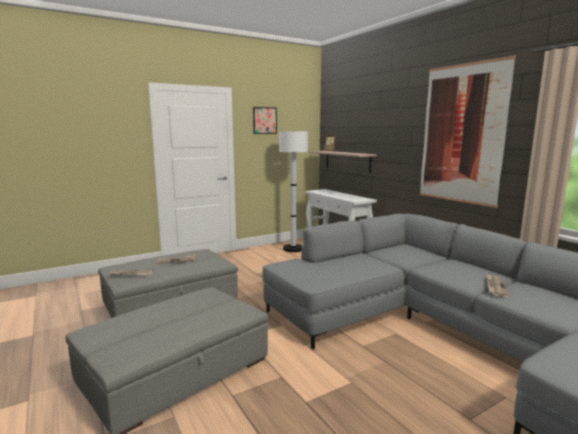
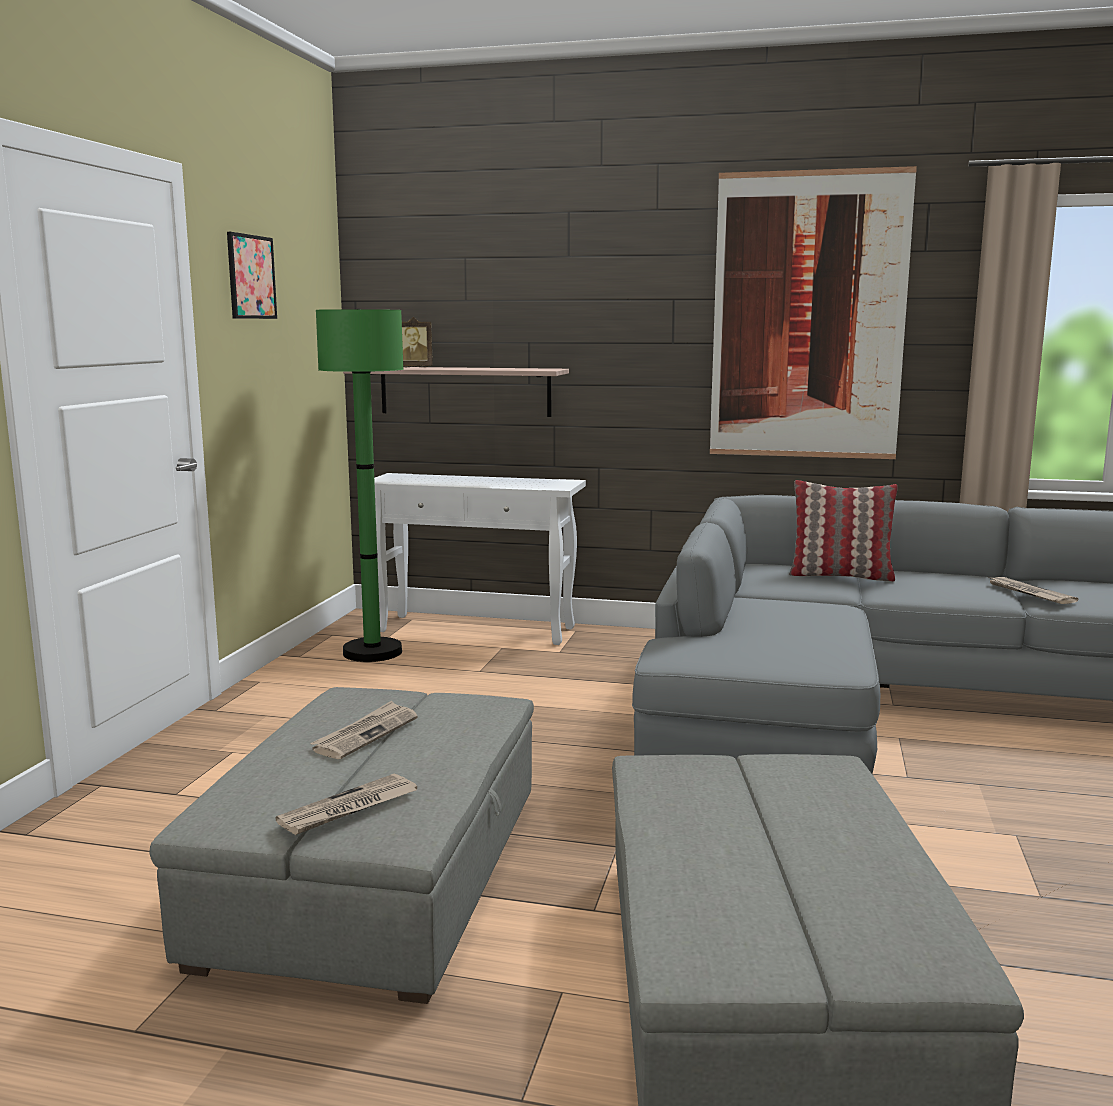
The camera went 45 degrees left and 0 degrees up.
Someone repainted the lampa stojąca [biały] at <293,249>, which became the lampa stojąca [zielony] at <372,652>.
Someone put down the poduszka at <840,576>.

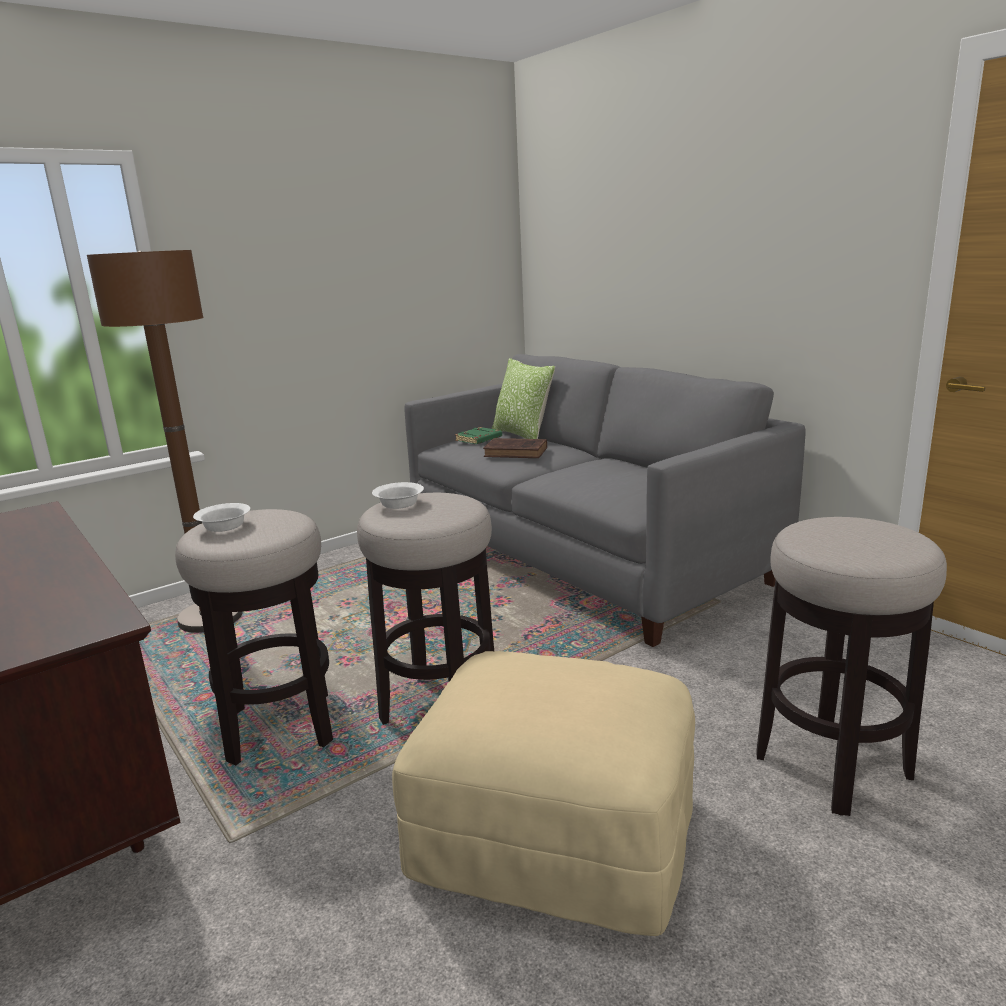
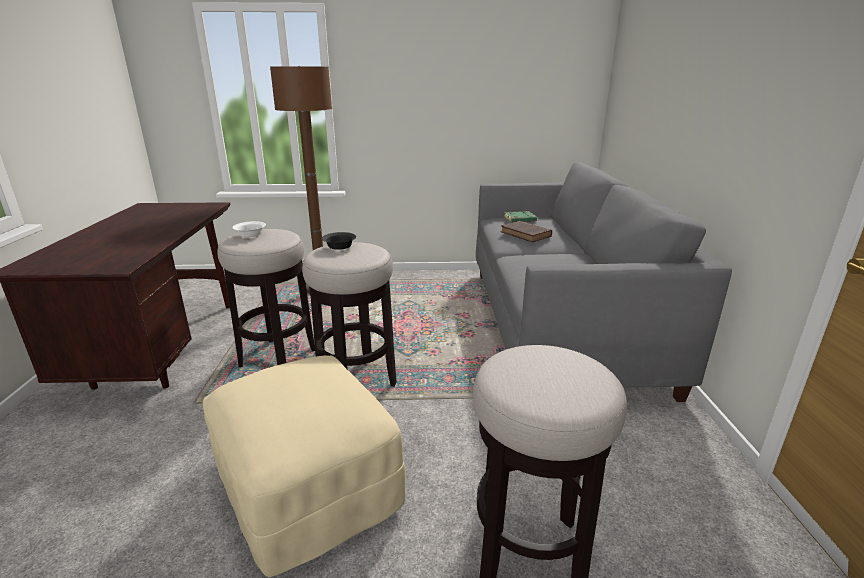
The camera went 35 degrees right and 5 degrees up.
Someone took away the poduszka at <522,435>.
Someone repainted the miska [biały] at <398,504>, which became the miska [czarny] at <339,246>.

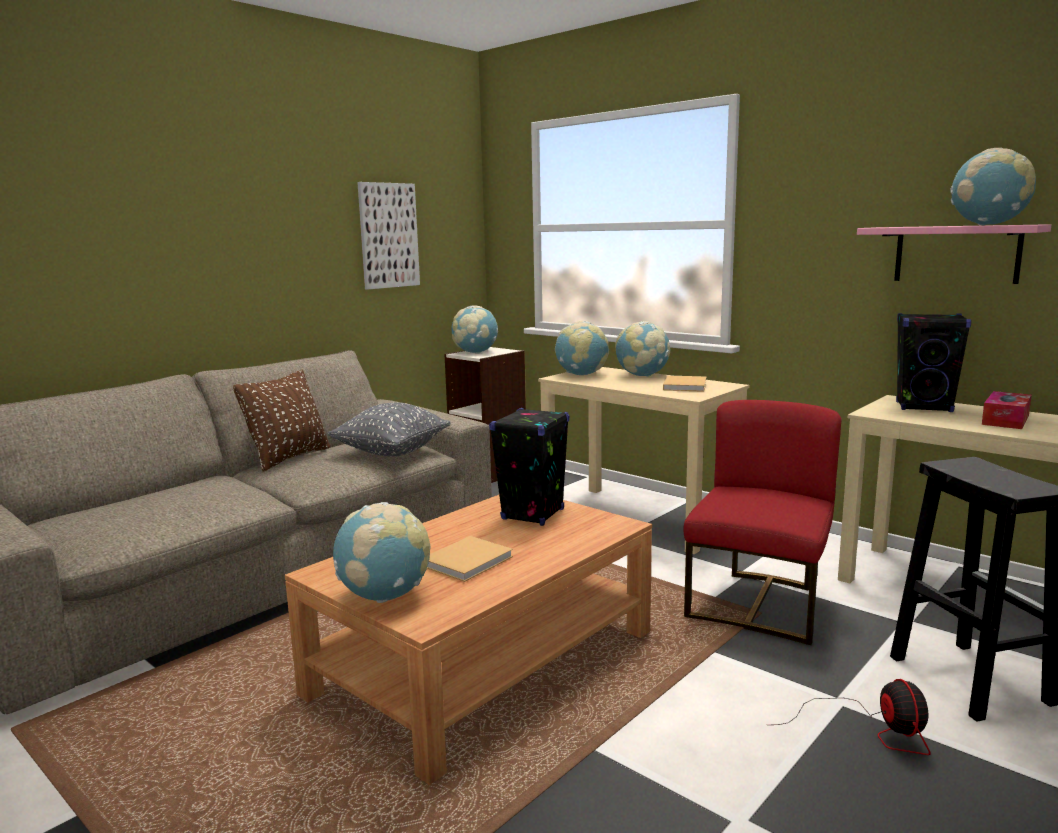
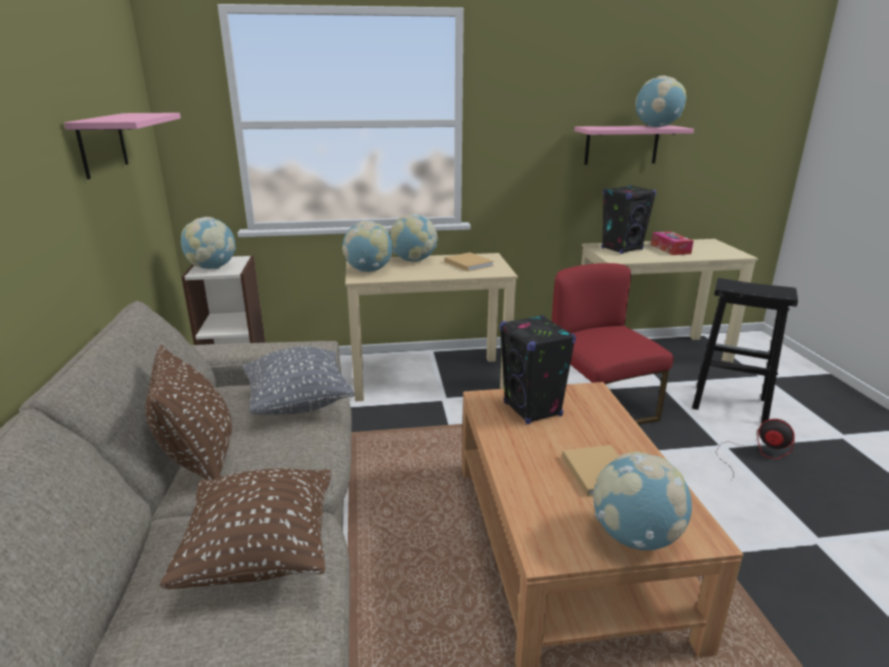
The camera went 50 degrees left and 10 degrees up.
Someone swapped the obraz at <388,235> for the półka [różowy] at <102,144>.
Someone put down the poduszka [brązowy] at <261,554>.

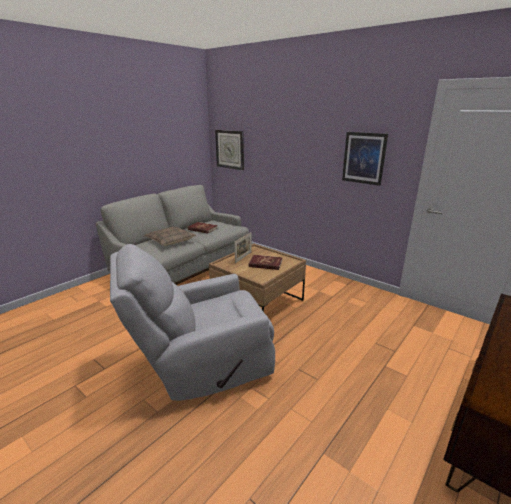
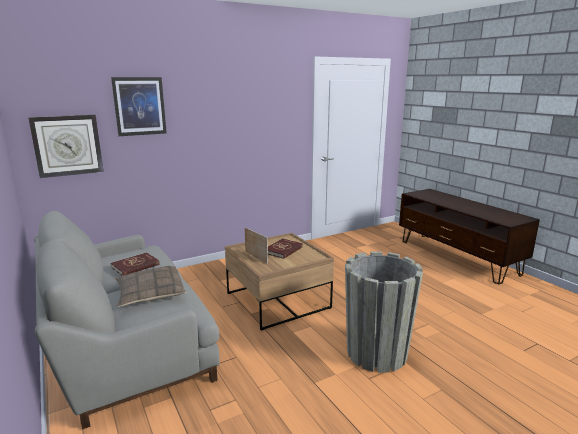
The camera went 70 degrees left and 5 degrees down.
Someone carried the obraz from <364,158> to <139,106>.
Someone swapped the fotel [szary] at <201,365> for the donica [szary] at <376,353>.

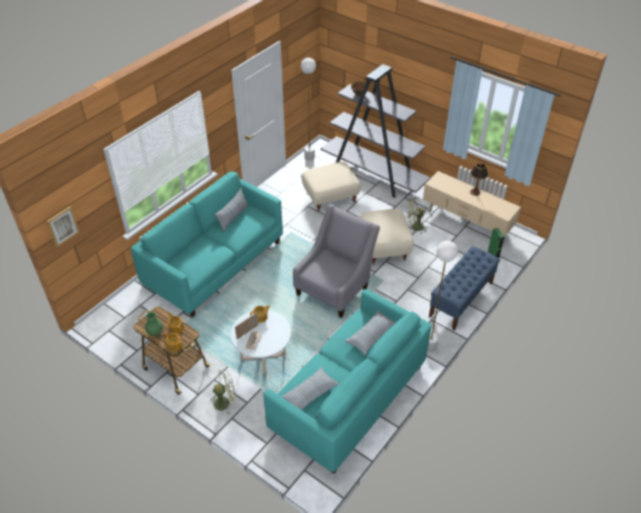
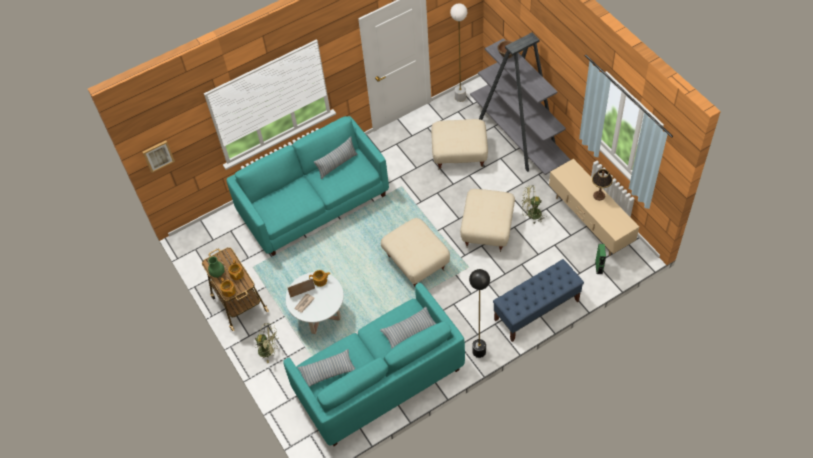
The camera went 25 degrees right and 10 degrees up.
Someone swapped the fotel [szary] at <335,288> for the pufa [beżowy] at <417,262>.
Someone repainted the lampa stojąca [biały] at <429,346>, which became the lampa stojąca [czarny] at <479,351>.

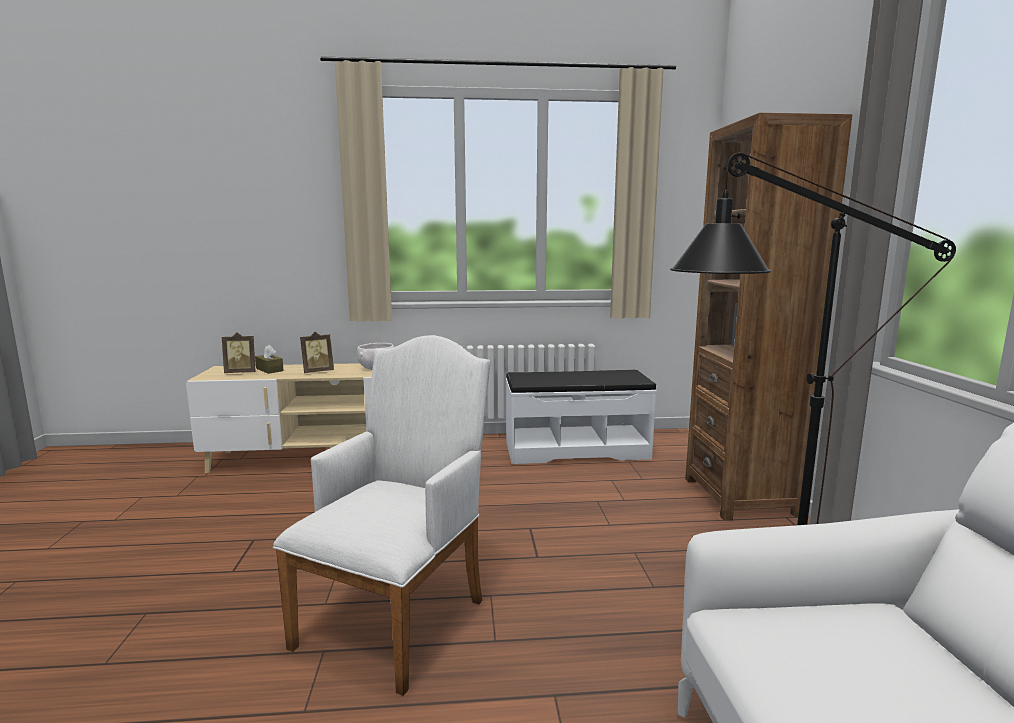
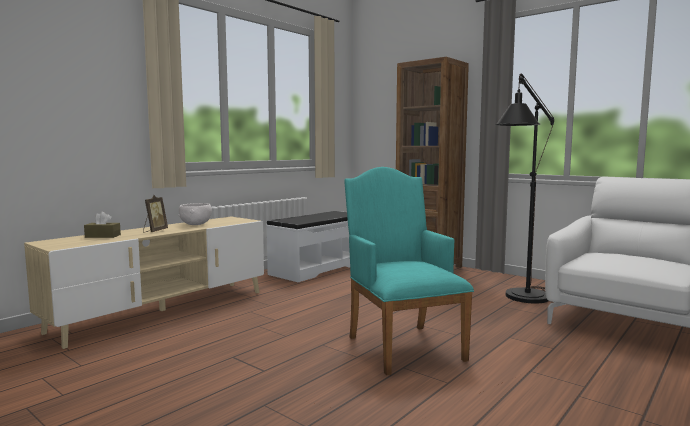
The camera went 45 degrees left and 5 degrees down.
Someone took away the ramka na zdjęcie at <241,372>.
Someone repainted the fotel [biały] at <399,616>, which became the fotel [turkusowy] at <402,345>.

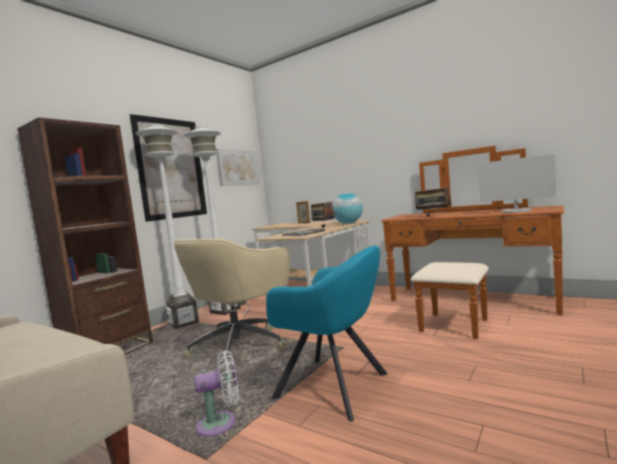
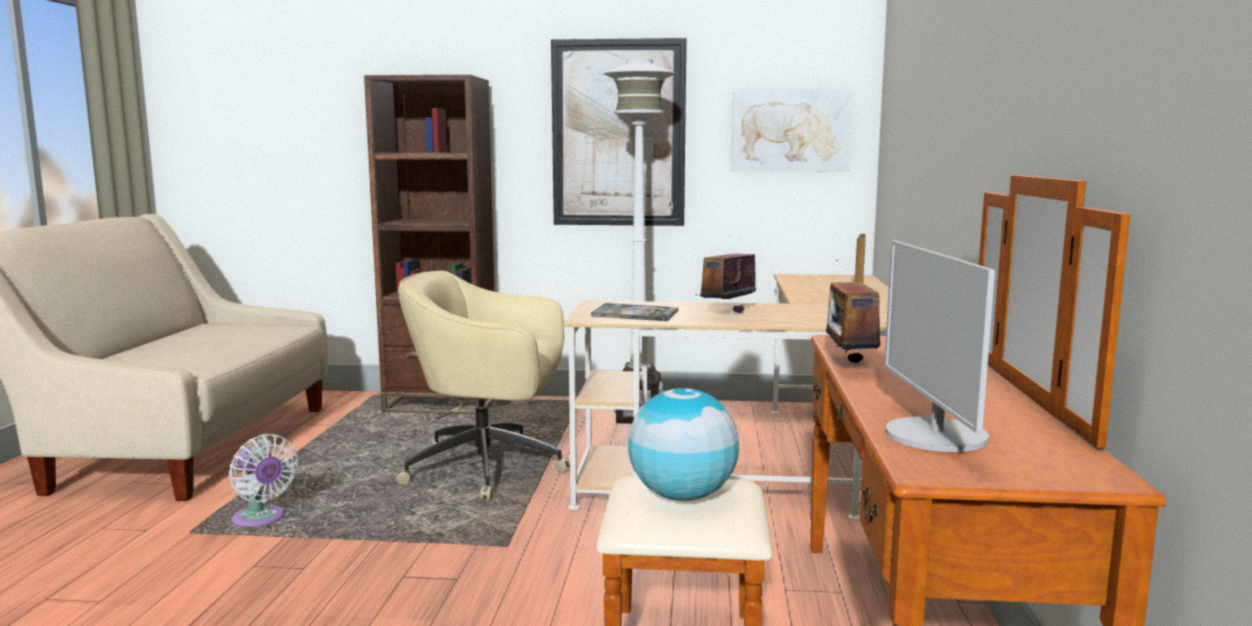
The camera went 60 degrees right and 5 degrees up.
Someone took away the lampa stojąca [biały] at <184,323>.
Someone carried the globus from <348,223> to <683,496>.
Someone took away the fotel [turkusowy] at <336,387>.

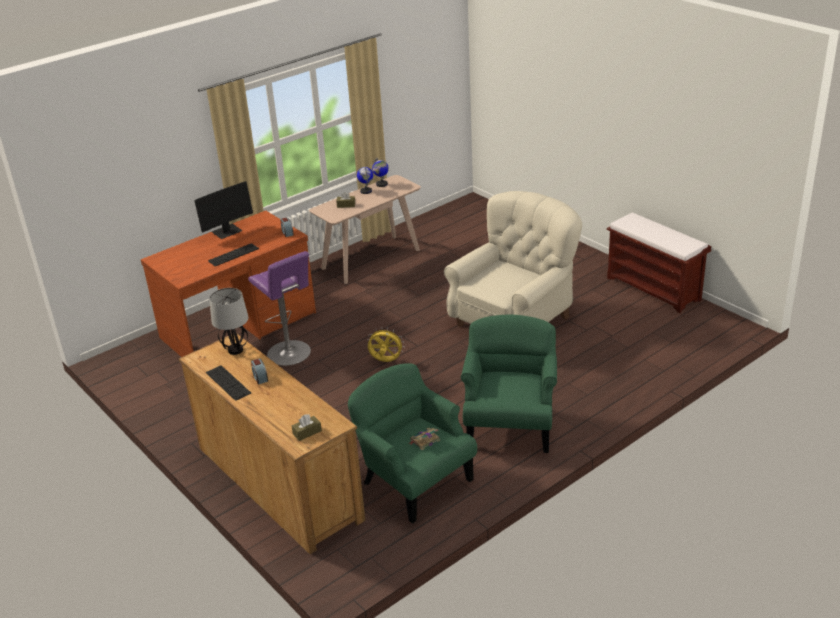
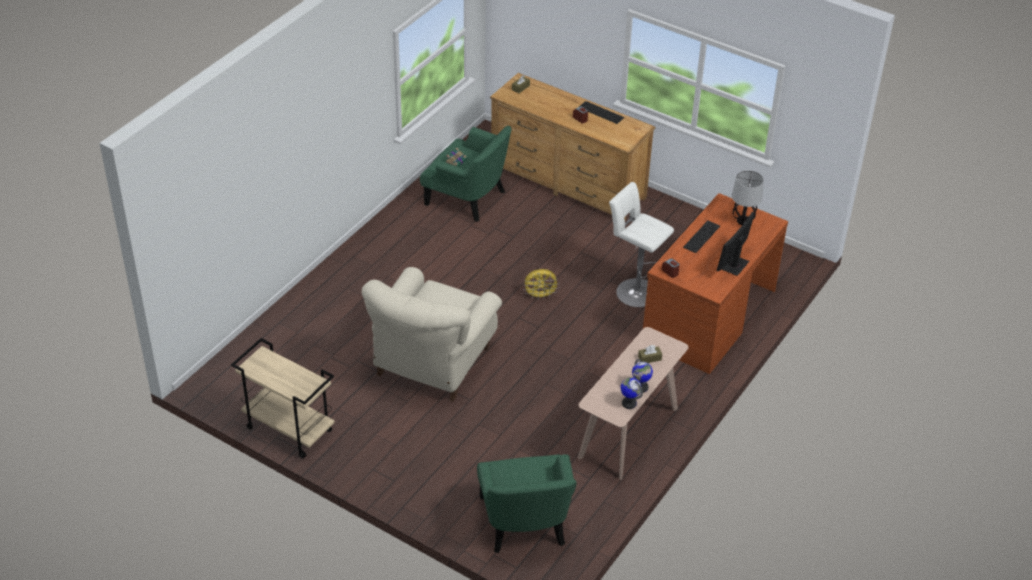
The camera went 160 degrees right and 10 degrees up.
Someone swapped the ławka [brązowy] at <654,289> for the wózek [beżowy] at <288,429>.
Someone repainted the stołek [fioletowy] at <290,354>, which became the stołek [biały] at <634,291>.
Someone carried the lampa stołowa from <236,350> to <742,221>.
Someone carried the fotel [zielony] from <510,425> to <524,522>.

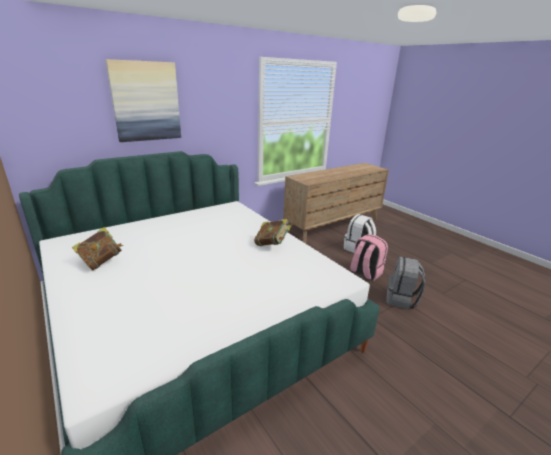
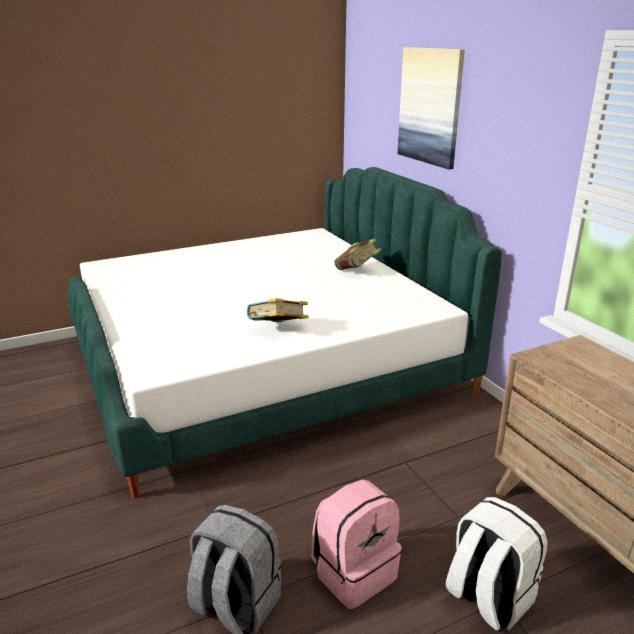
The camera went 100 degrees right and 0 degrees up.
Someone carried the książka from <101,262> to <356,271>.

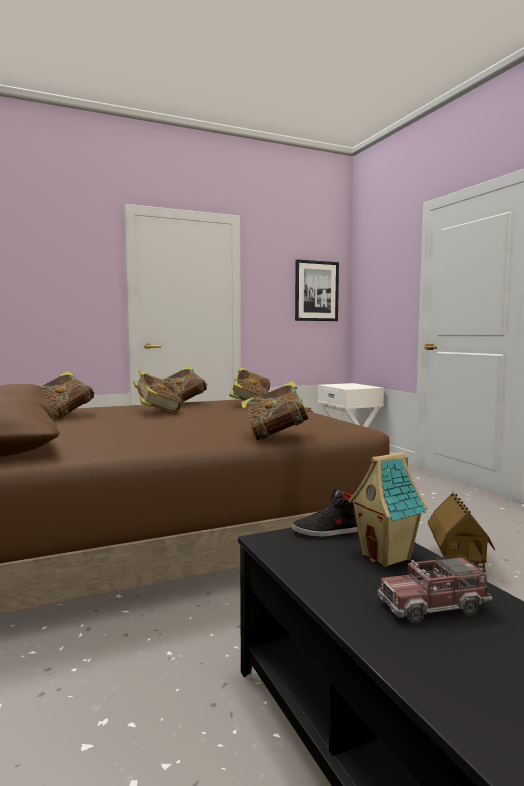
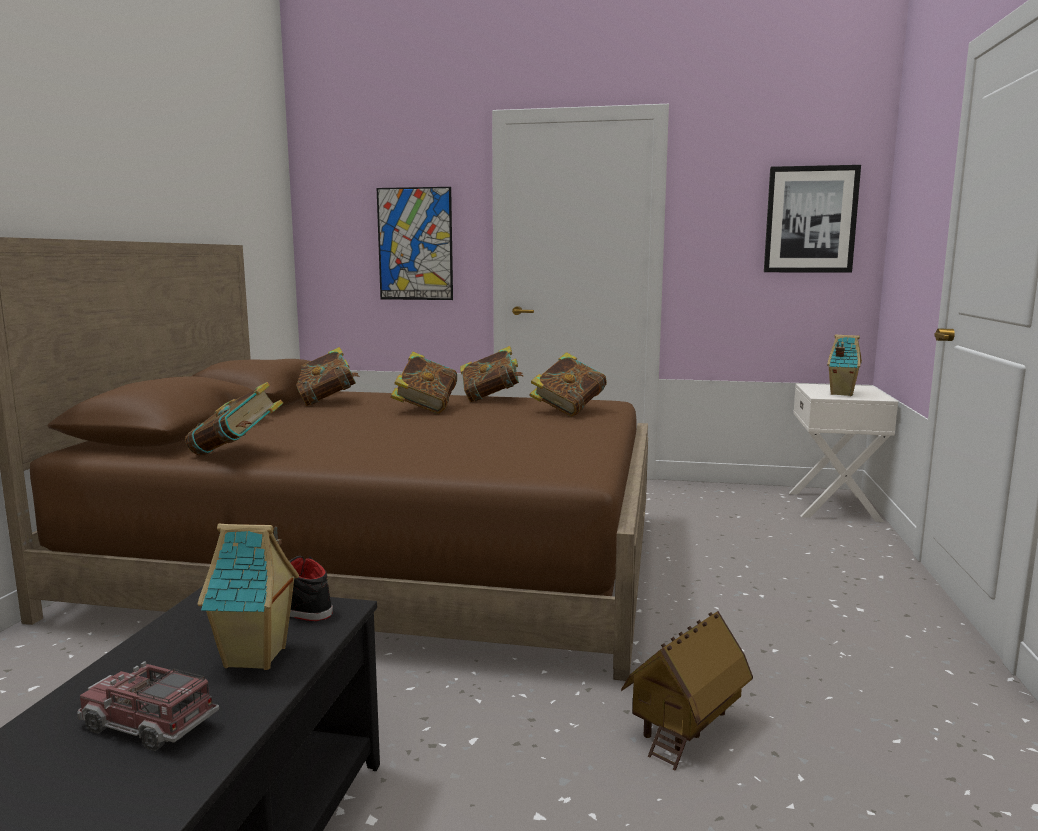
The camera went 35 degrees right and 5 degrees up.
Someone carried the książka from <276,436> to <236,453>.
Someone put up the obraz at <415,244>.
Someone put down the domek at <841,393>.

